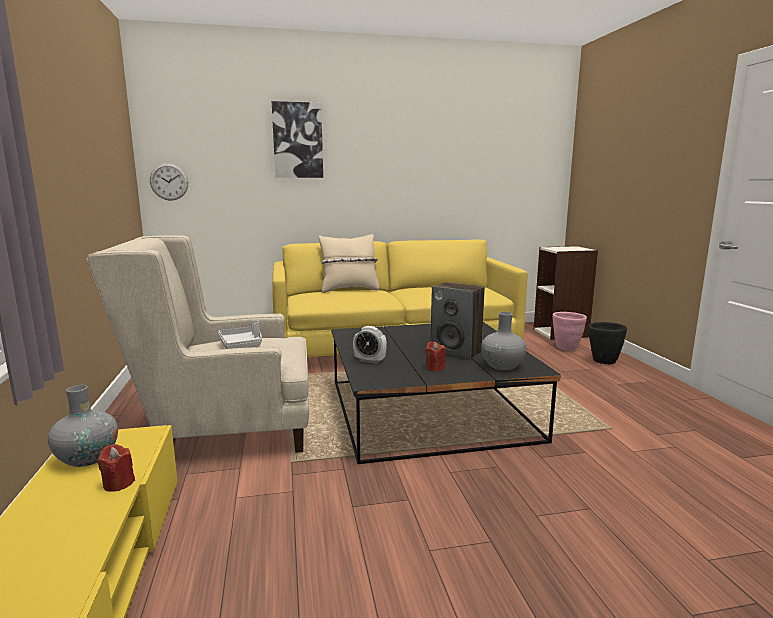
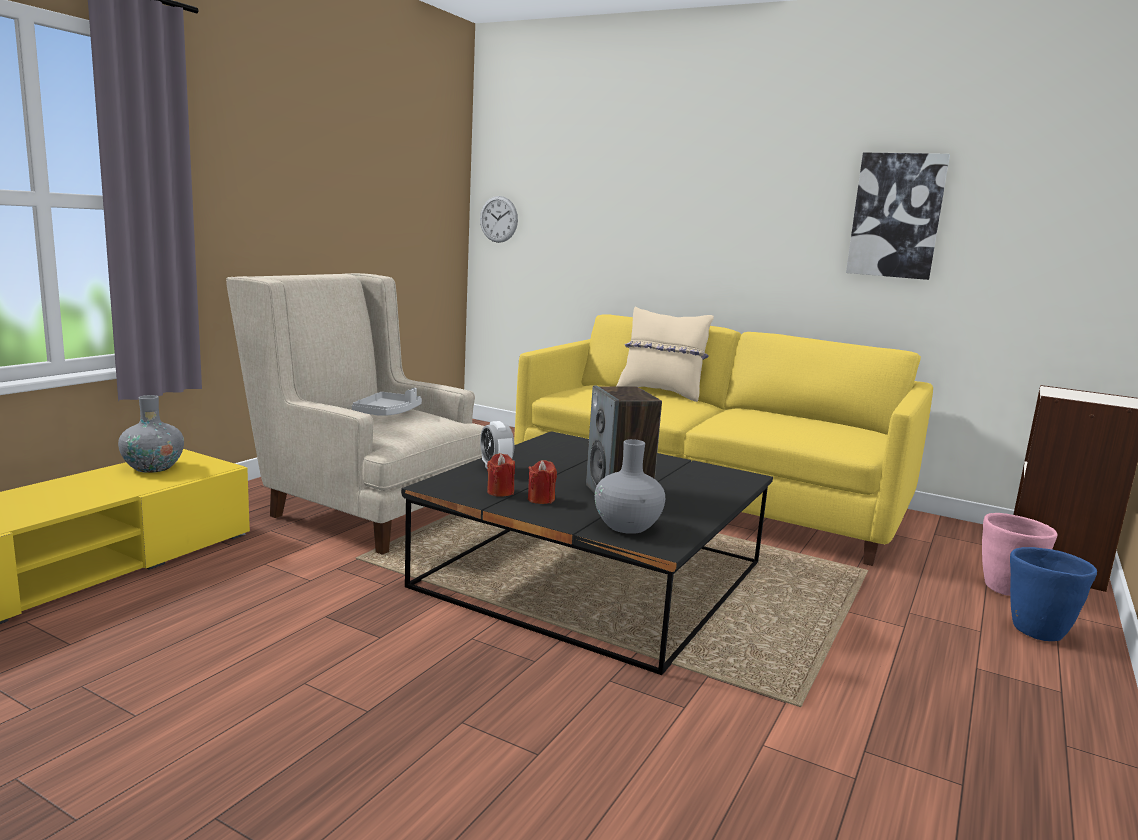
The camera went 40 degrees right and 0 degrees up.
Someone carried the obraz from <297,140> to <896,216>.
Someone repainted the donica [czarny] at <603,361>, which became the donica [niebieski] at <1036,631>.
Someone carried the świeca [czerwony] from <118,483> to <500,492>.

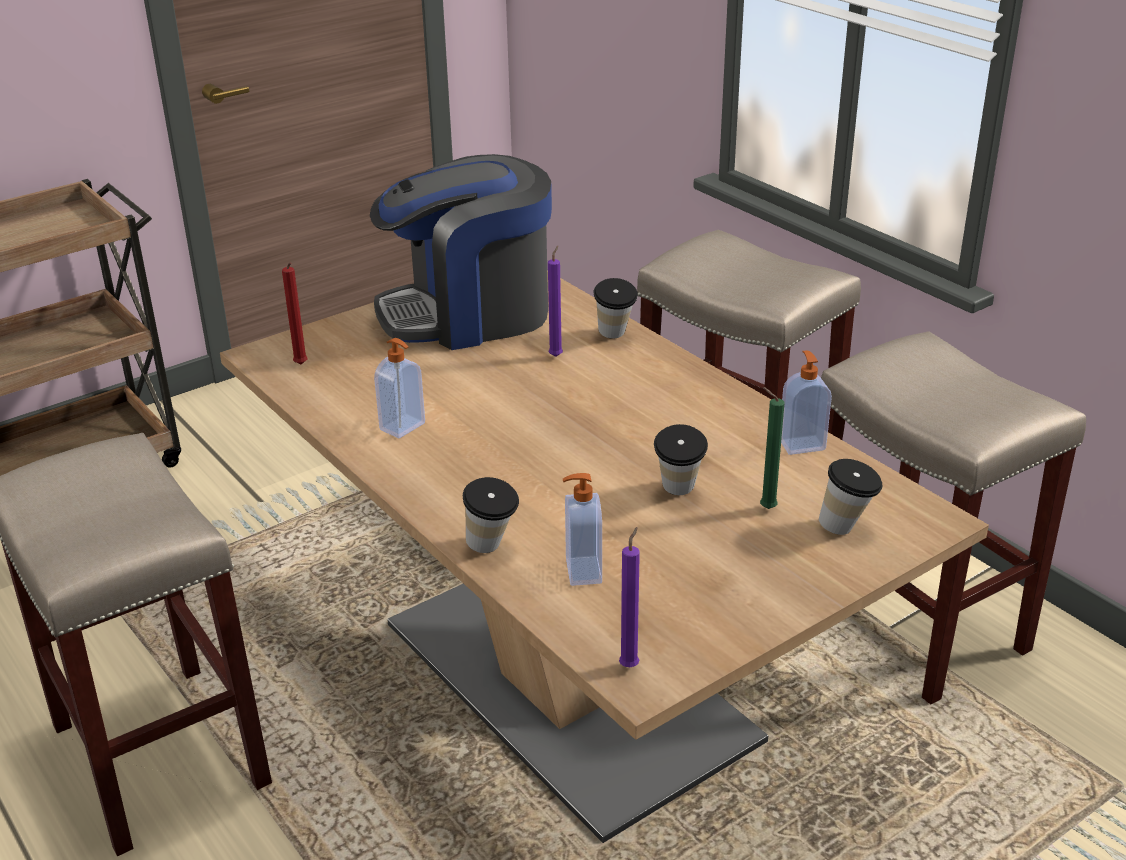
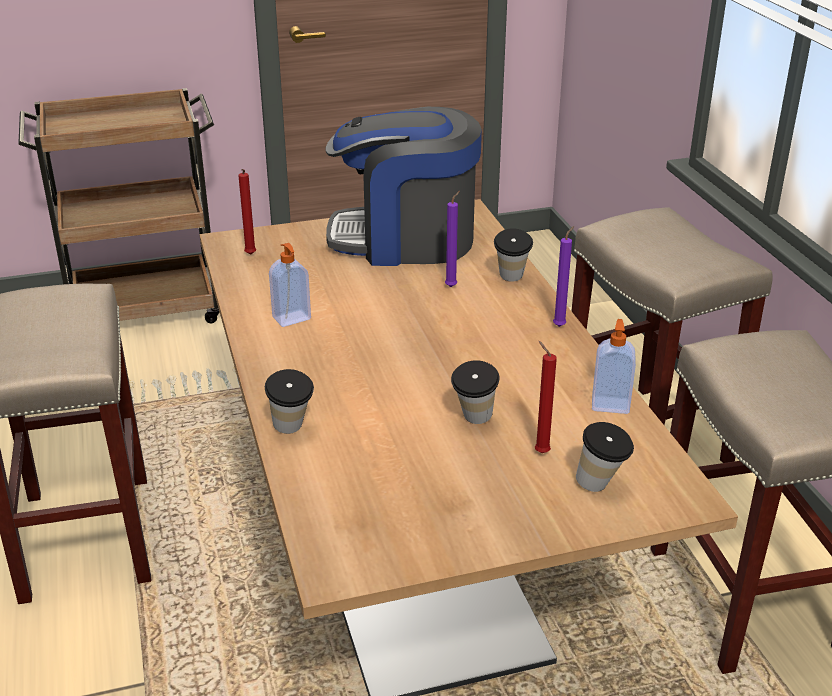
The camera went 20 degrees right and 0 degrees up.
Someone repainted the świeca [zielony] at <765,508>, which became the świeca [czerwony] at <540,452>.
Someone took away the dozownik mydła at <582,571>.
Someone carried the świeca [fioletowy] from <630,664> to <560,325>.

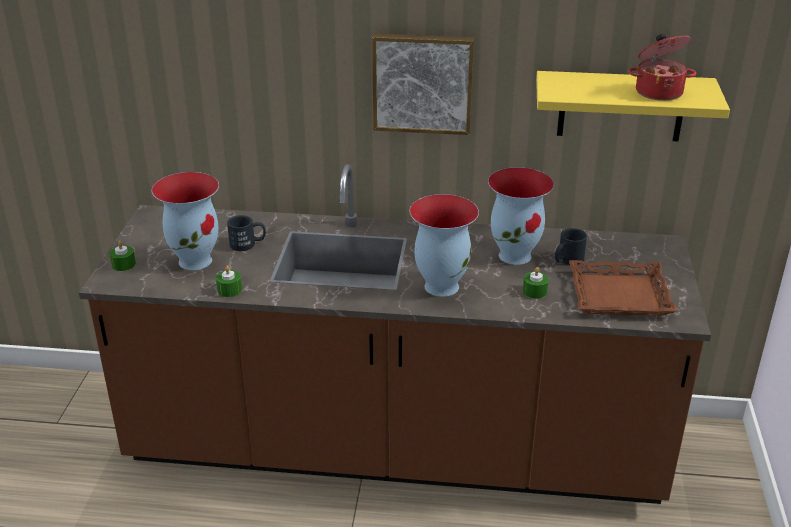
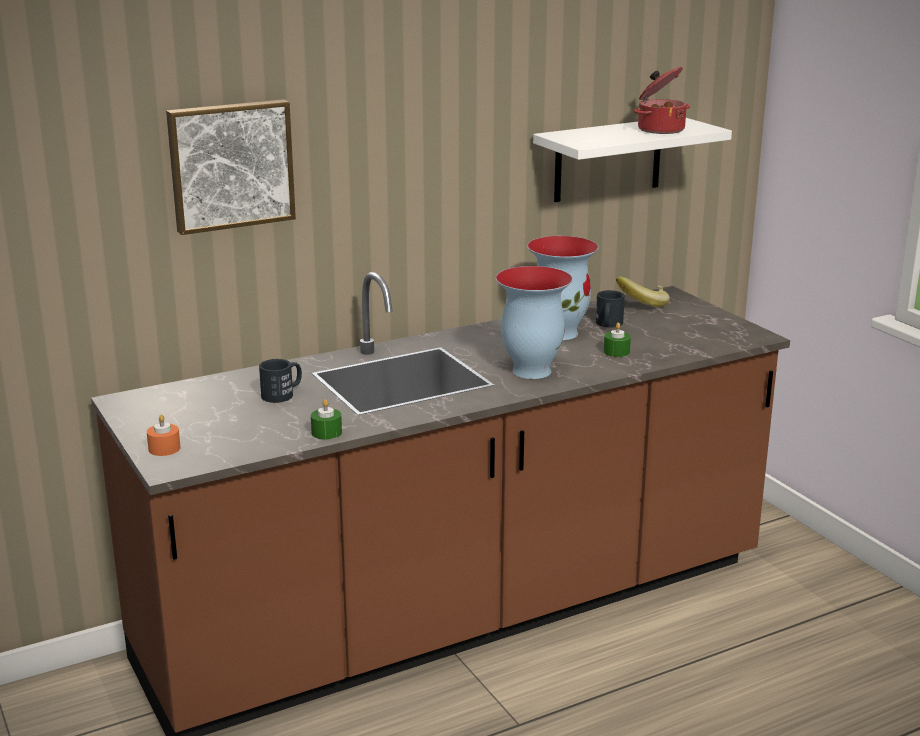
The camera went 35 degrees left and 10 degrees down.
Someone carried the obraz from <423,82> to <230,165>.
Someone repainted the półka [żółty] at <621,106>, which became the półka [biały] at <608,159>.
Someone took away the wazon at <196,260>.
Someone repainted the świeca [zielony] at <123,264>, which became the świeca [pomarańczowy] at <164,448>.
Someone took away the taca [brązowy] at <619,294>.
Someone put down the banan at <642,304>.

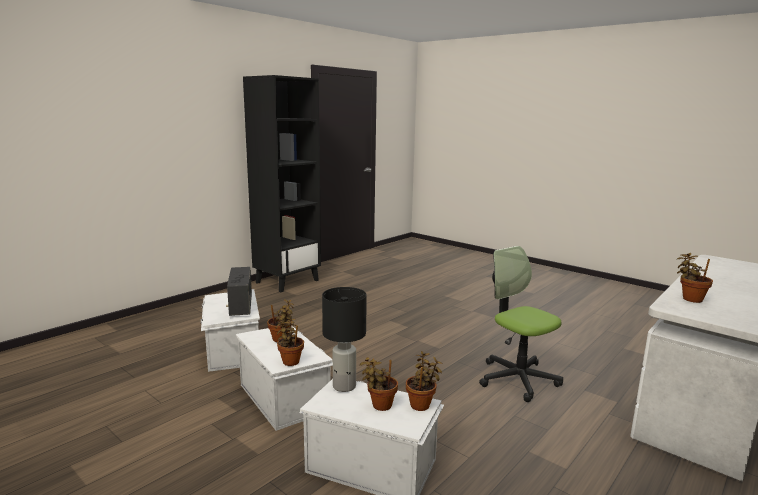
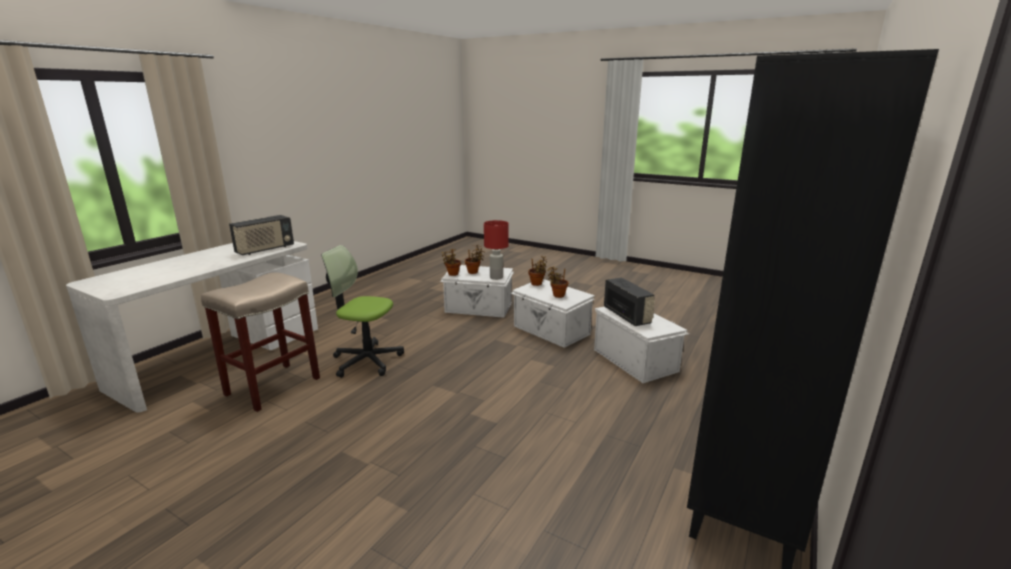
The camera went 170 degrees right and 5 degrees up.
Someone rotated the krzesło biurowe at <517,379> by 150 degrees clockwise.
Someone swapped the roślina doniczkowa at <690,299> for the radio at <265,250>.
Someone repainted the lampa stołowa [czarny] at <345,386>, which became the lampa stołowa [czerwony] at <496,277>.
Someone put down the stołek [beżowy] at <272,387>.

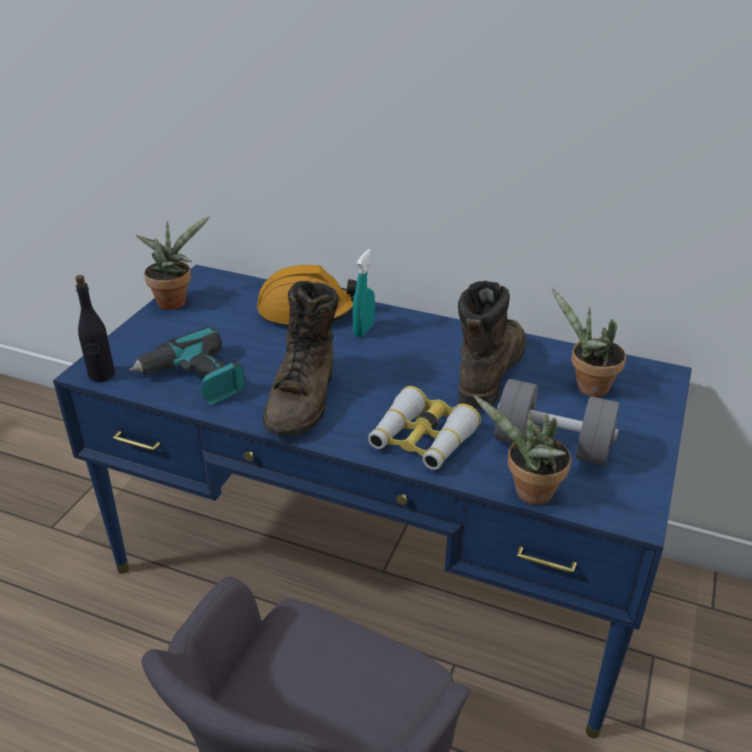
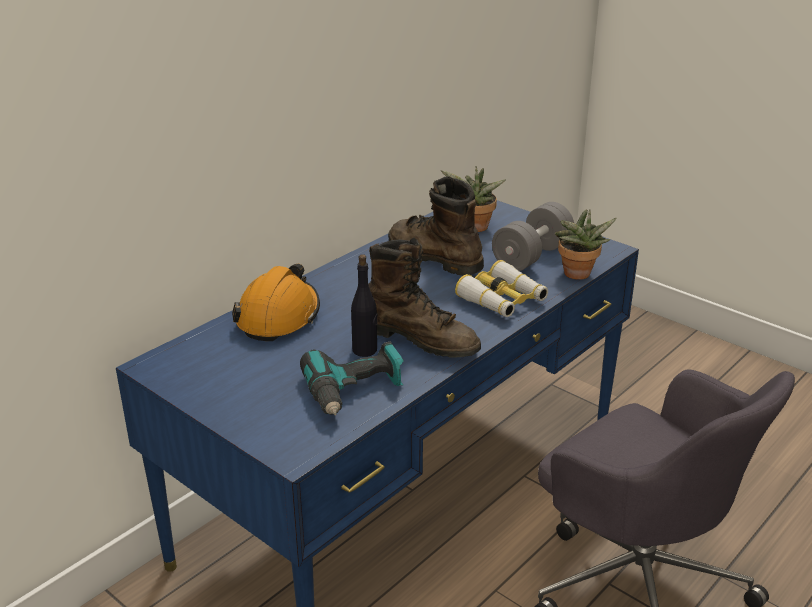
The camera went 70 degrees left and 5 degrees down.
Someone took away the roślina doniczkowa at <175,301>.
Someone took away the spryskiwacz [turkusowy] at <363,330>.
Someone carried the butelka [czarny] from <101,375> to <365,350>.

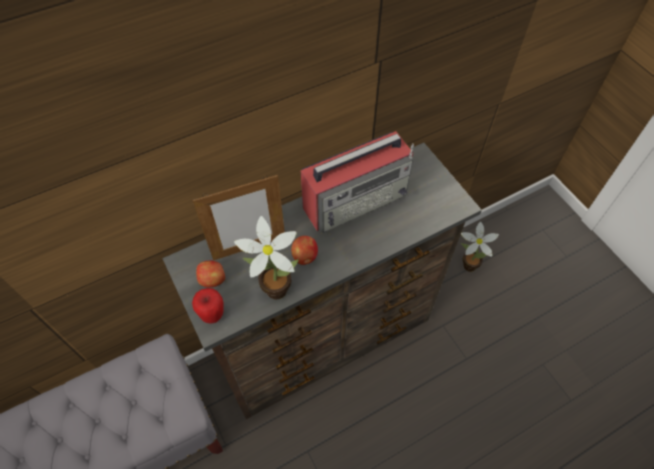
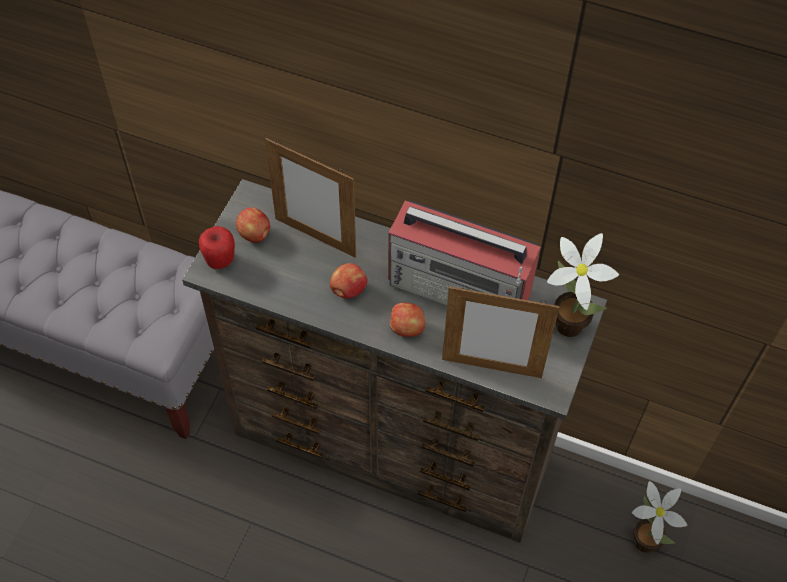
The camera went 50 degrees right and 0 degrees up.
Someone carried the roślina doniczkowa from <273,288> to <567,321>.
Someone put down the ramka na zdjęcie at <491,368>.
Someone put down the jabłko at <407,328>.

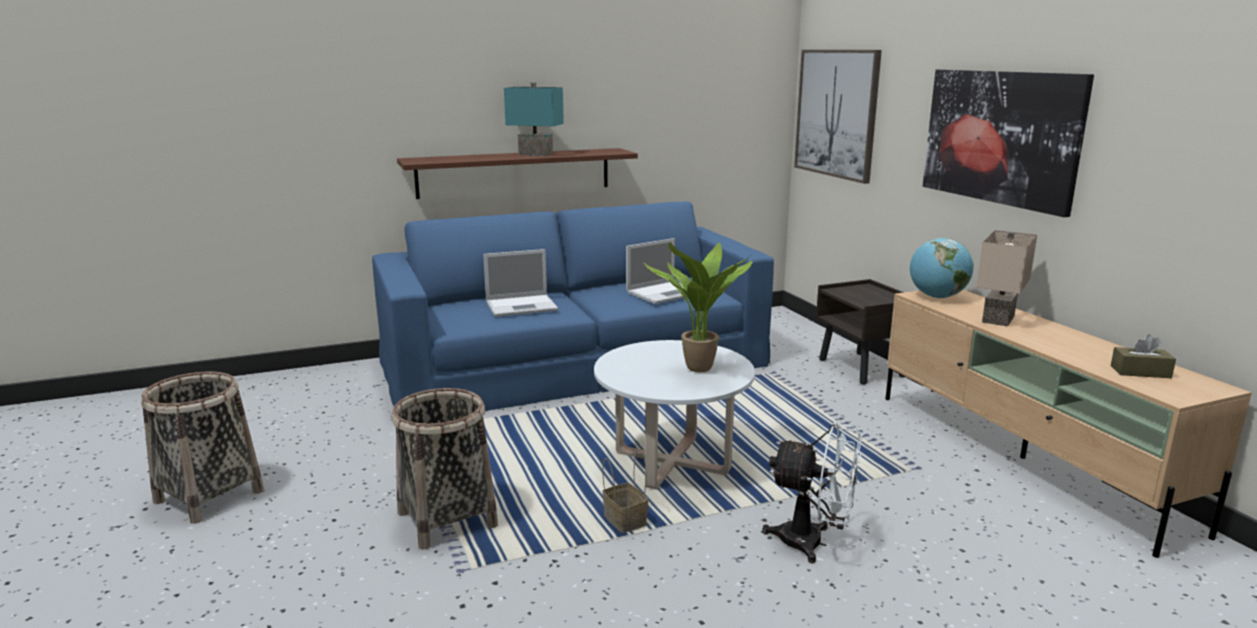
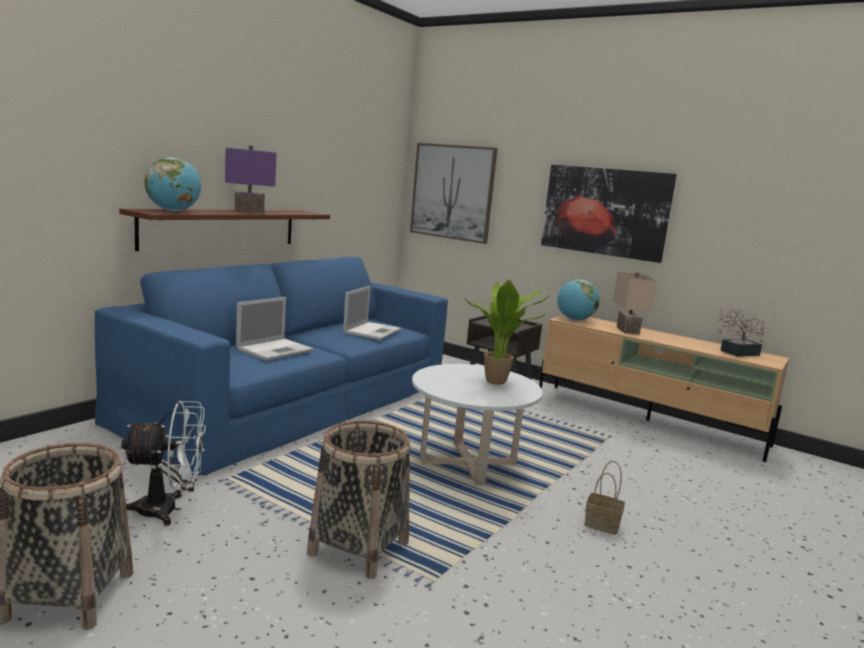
The camera went 35 degrees left and 5 degrees down.
Someone repainted the lampa stołowa [turkusowy] at <536,154>, which became the lampa stołowa [fioletowy] at <249,211>.
Someone swapped the pudełko chusteczek [brązowy] at <1140,372> for the roślina doniczkowa at <736,353>.
Someone carried the wentylator [biały] from <813,543> to <168,510>.
Someone carried the koszyk from <623,520> to <600,524>.
Someone put down the globus at <173,211>.

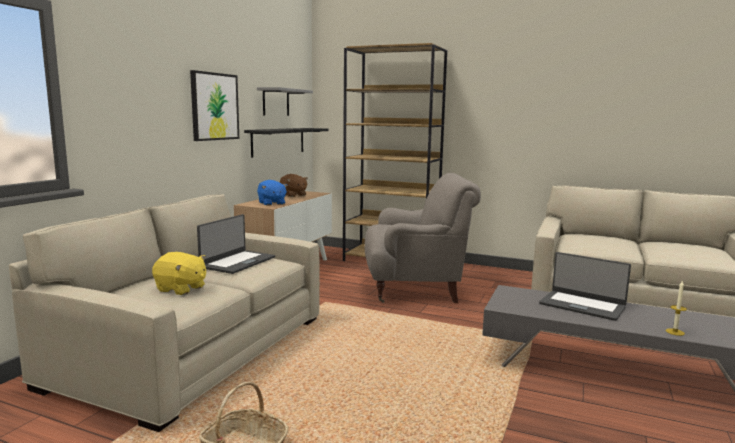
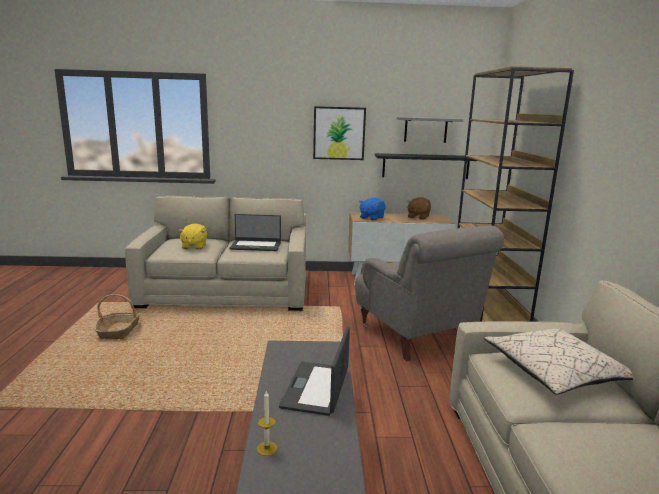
The camera went 65 degrees right and 5 degrees up.
Someone put down the poduszka [beżowy] at <555,373>.

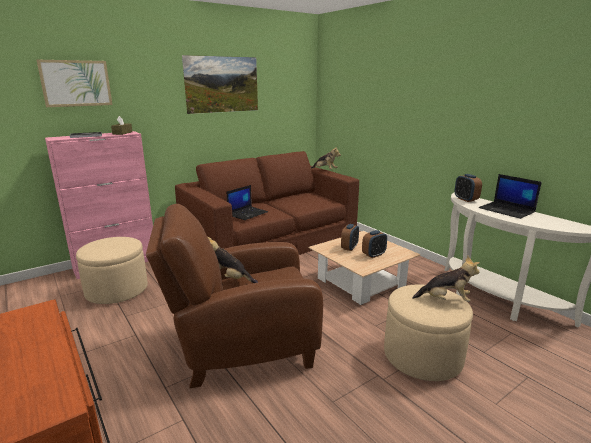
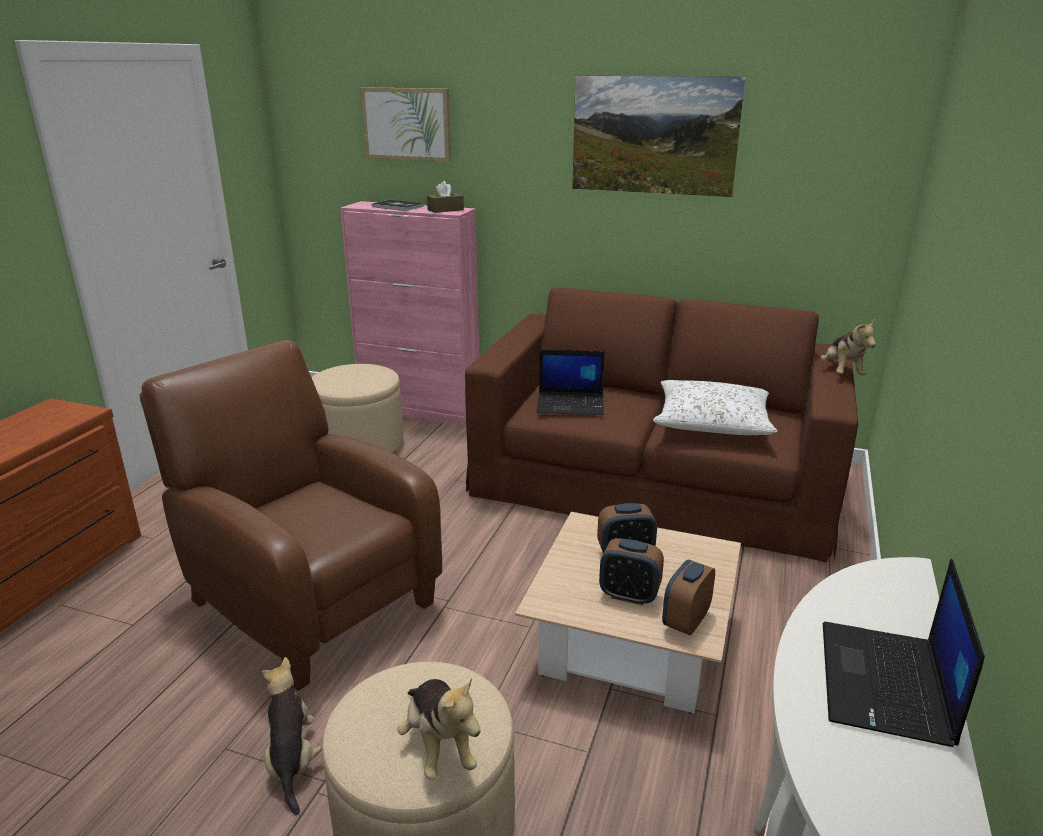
The camera went 55 degrees right and 5 degrees up.
Someone carried the budzik from <465,199> to <685,621>.
Someone carried the pluszak from <229,279> to <292,761>.
Someone put down the poduszka [biały] at <712,422>.

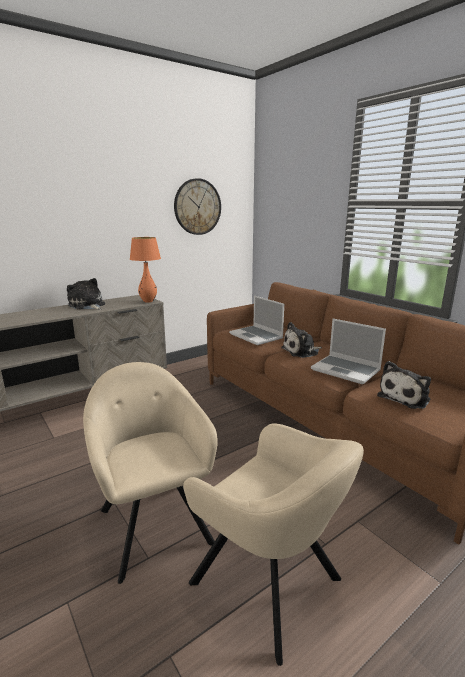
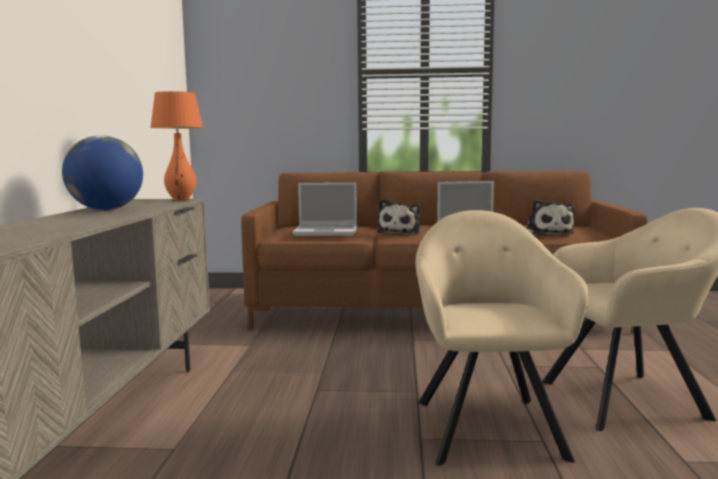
The camera went 50 degrees left and 10 degrees down.
Someone took away the zegar ścienny at <197,207>.
Someone swapped the pluszak at <87,305> for the globus at <106,210>.
Someone rotated the fotel [beżowy] at <154,522> by 75 degrees clockwise.

